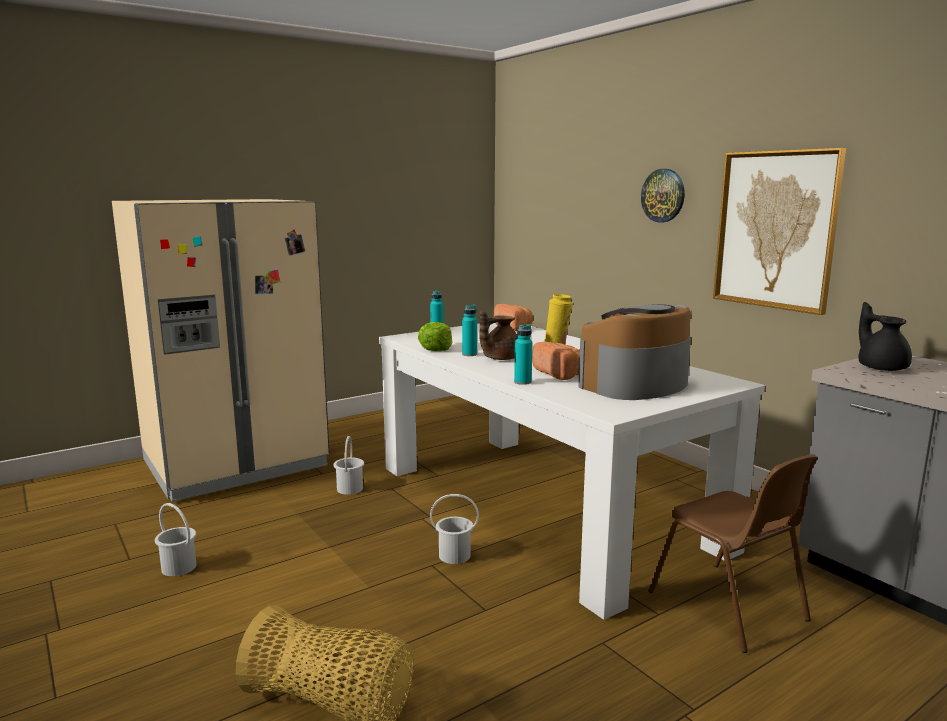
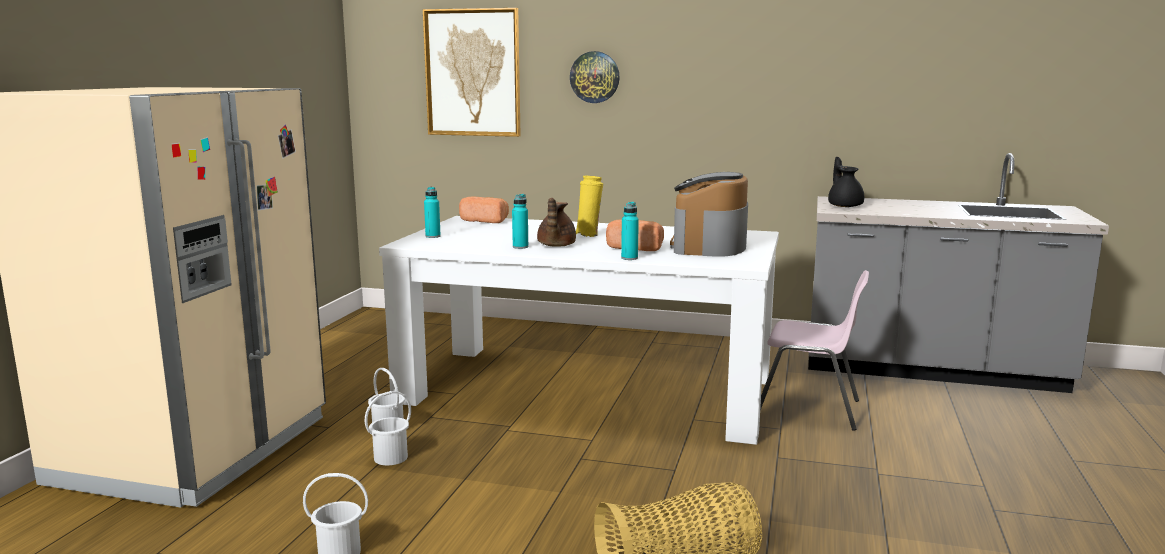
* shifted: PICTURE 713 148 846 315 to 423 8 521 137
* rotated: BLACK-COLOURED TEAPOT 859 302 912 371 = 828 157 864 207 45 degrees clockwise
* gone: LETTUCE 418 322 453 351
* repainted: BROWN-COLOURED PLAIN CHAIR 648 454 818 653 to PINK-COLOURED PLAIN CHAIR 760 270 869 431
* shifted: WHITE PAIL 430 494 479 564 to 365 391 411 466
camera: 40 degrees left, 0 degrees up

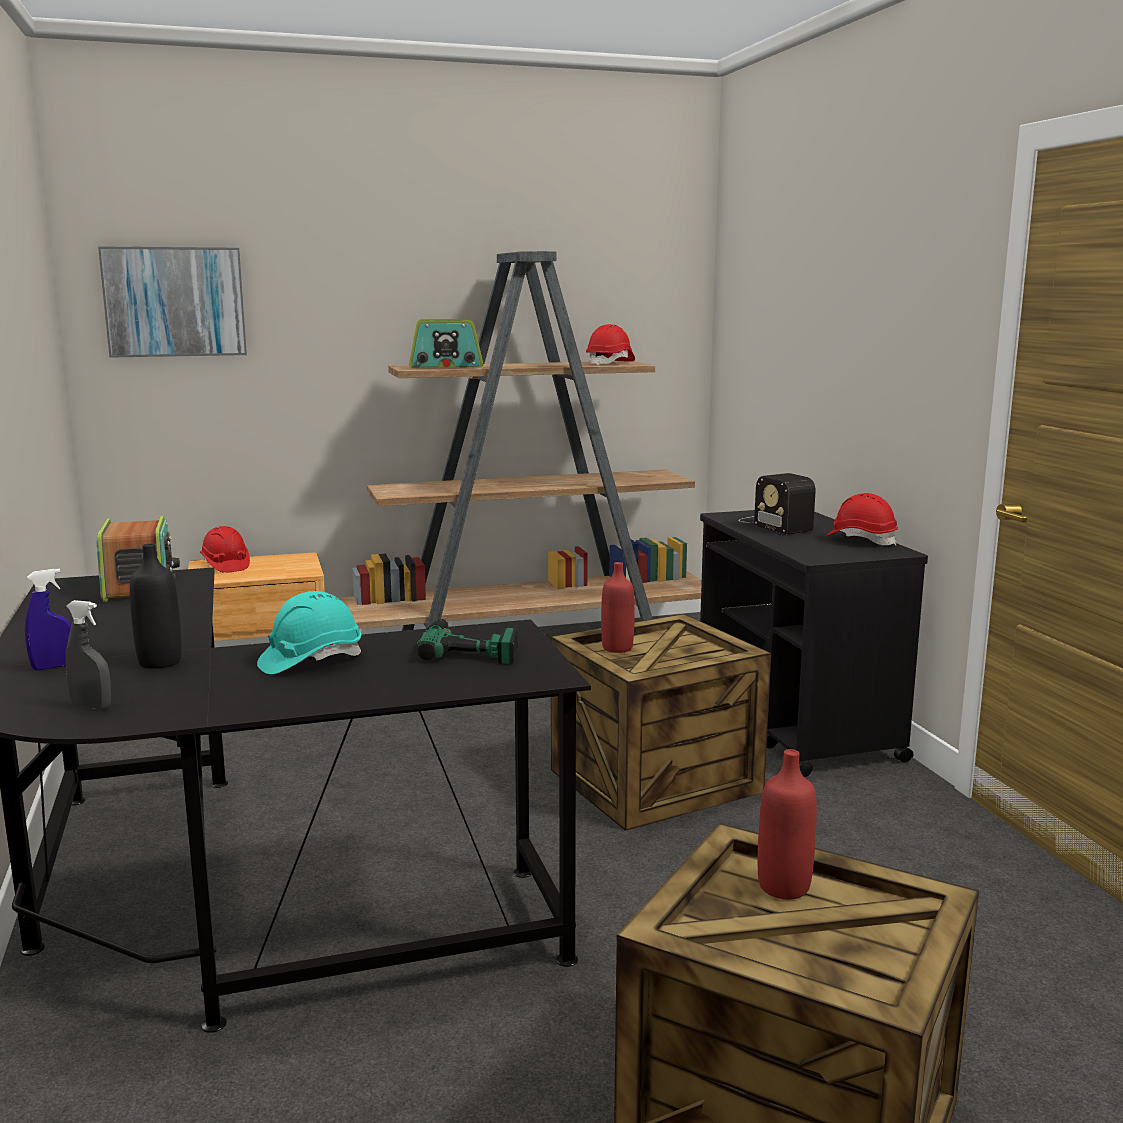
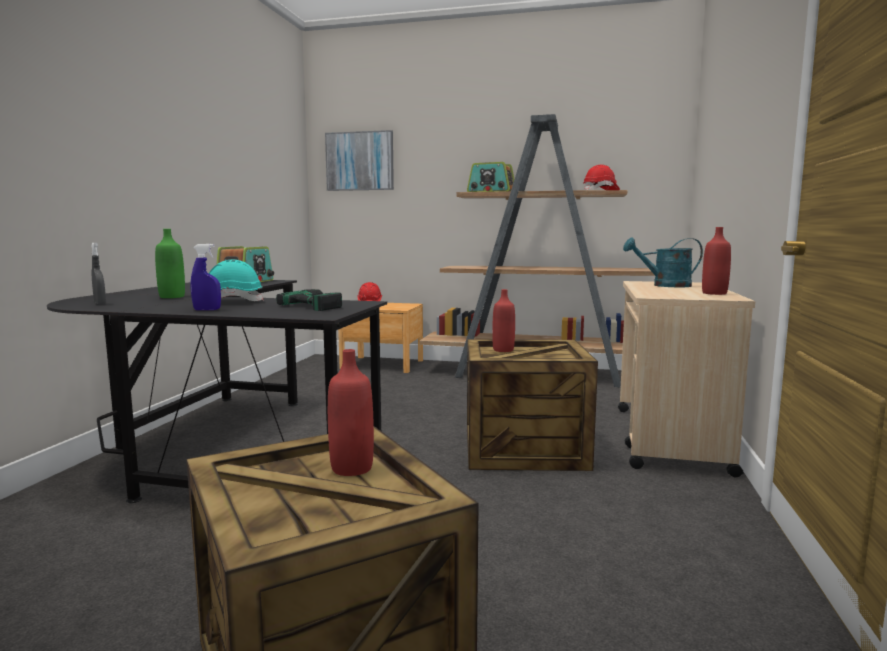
* swapped: RADIO SET 739 473 816 535 to BLUE-GREEN WATERING POT 623 237 703 287
* swapped: REDDISH HARD HAT 824 493 898 545 to REDDISH DRINK BOTTLE 702 227 731 295
* repainted: BLACK-COLOURED CART 700 510 928 777 to BEIGE-COLOURED CART 618 281 755 477
* repainted: BLACK-COLOURED DRINK BOTTLE 130 544 182 669 to GREEN DRINK BOTTLE 155 229 185 298
* shifted: BLUISH SPRAY BOTTLE 25 569 72 670 to 191 244 221 310
camera: 30 degrees right, 5 degrees down

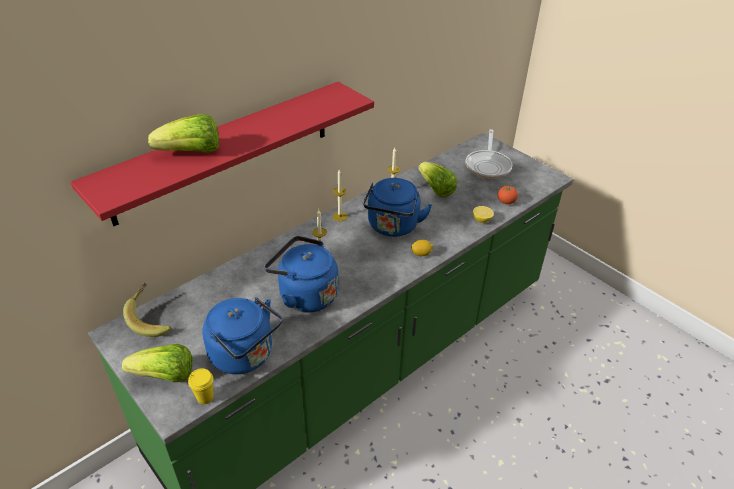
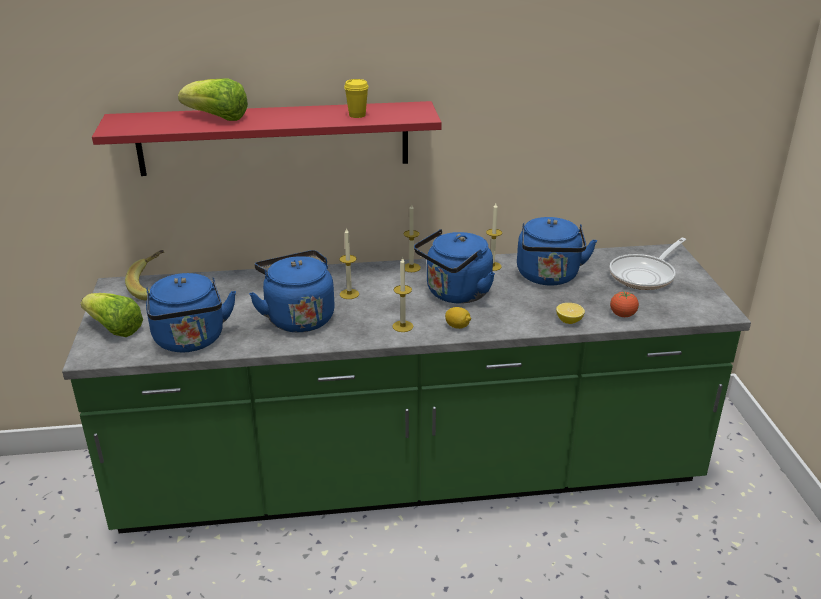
* swapped: LETTUCE 418 162 457 198 to BLUISH WATER KETTLE 517 217 597 286
* shifted: YELLOW DRINKING CUP 188 368 214 404 to 344 79 369 118
* new: WAX CANDLE 392 257 414 332
camera: 35 degrees right, 10 degrees down

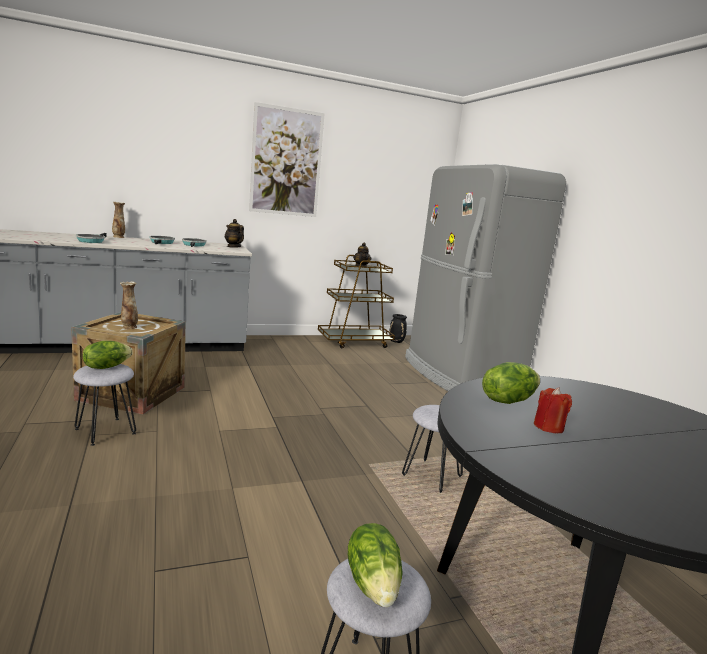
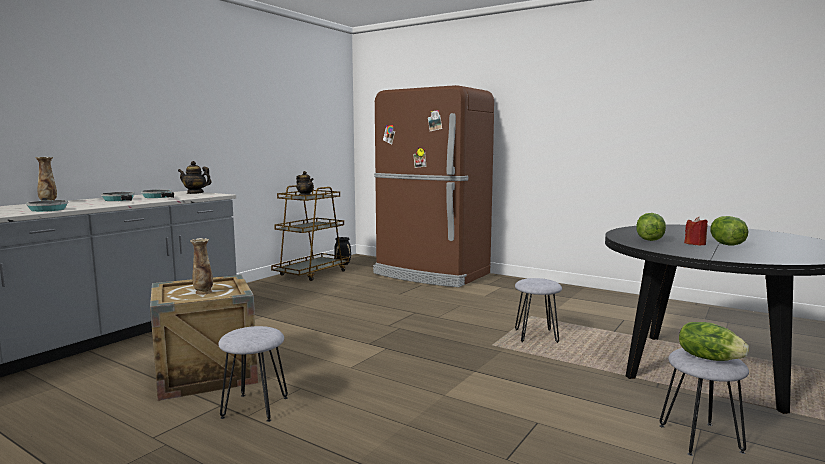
* gone: PICTURE 249 102 325 217
* repainted: GREY FRIDGE 405 164 566 391 to BROWN-COLOURED FRIDGE 373 85 494 287
* shifted: LETTUCE 82 341 133 369 to 710 216 748 246
camera: 35 degrees left, 5 degrees down

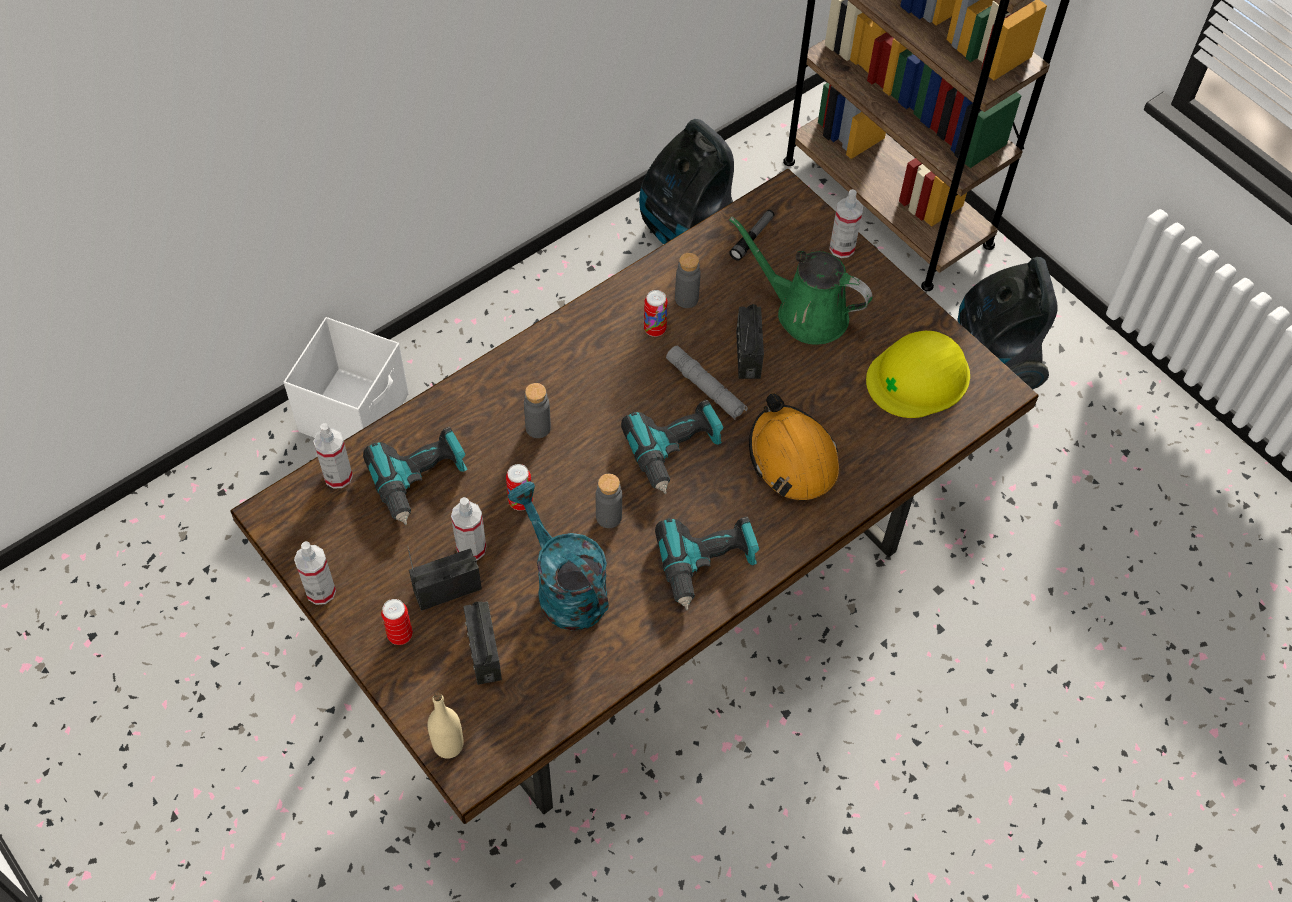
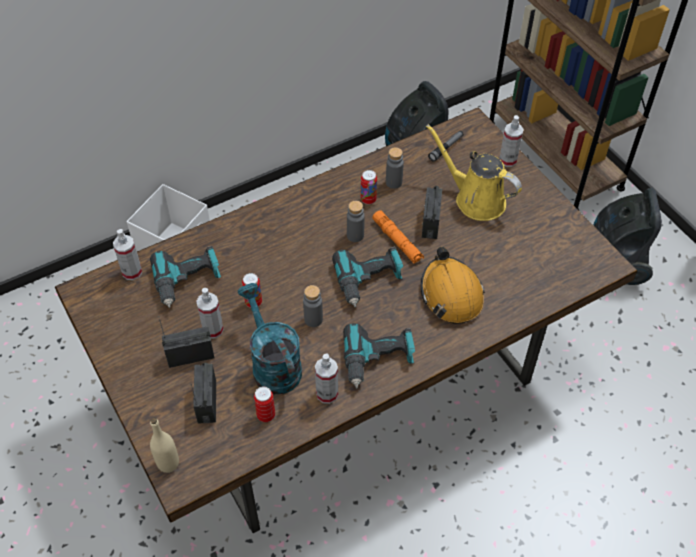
* repainted: GREEN WATERING POT 729 216 872 345 to YELLOW WATERING POT 426 124 522 221
* gone: YELLOW HARD HAT 866 331 970 418
* repainted: GREY TORCH 666 345 748 420 to ORANGE TORCH 372 210 424 264
* shifted: GREY DRINK BOTTLE 524 383 551 438 to 347 201 365 242
* shifted: SPRAY BOTTLE 294 541 336 605 to 315 354 338 404
* shifted: SEALED CAN 381 599 413 645 to 254 386 275 422
camera: 10 degrees right, 5 degrees down

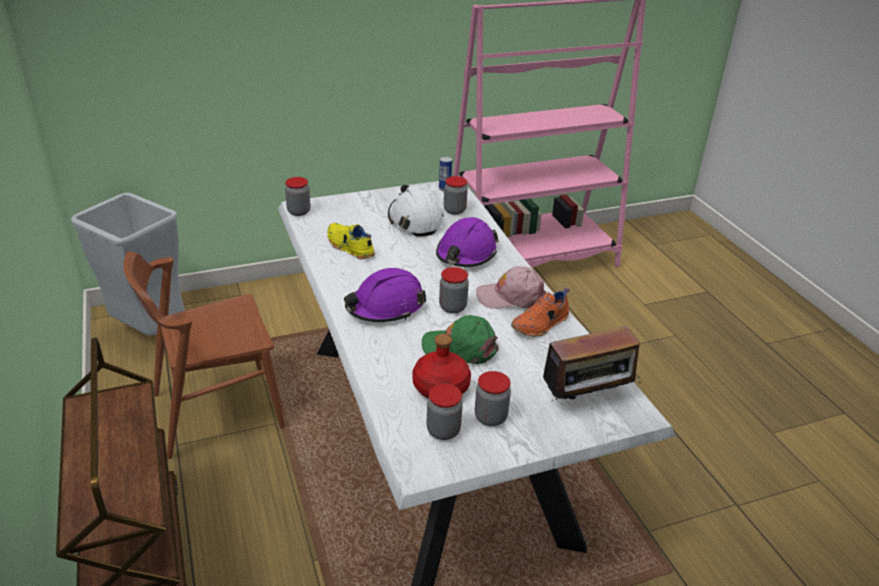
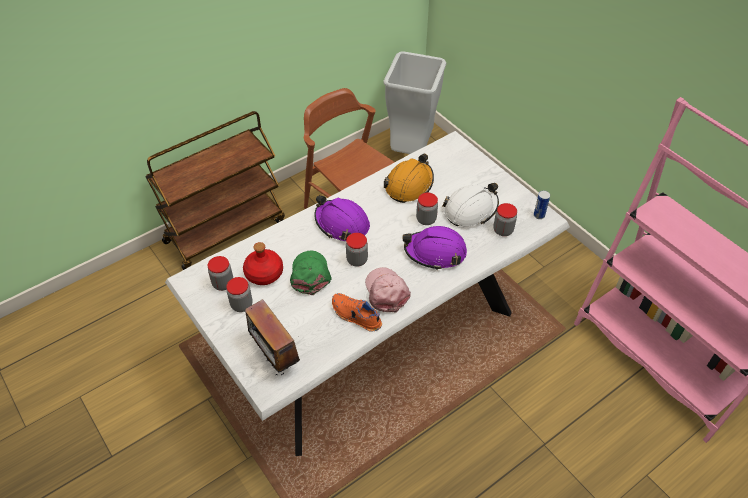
* shifted: PRESERVE JAR 285 177 310 216 to 416 192 438 225
* swapped: YELLOW ITEM OF FOOTWEAR 327 223 375 259 to ORANGE HARD HAT 384 154 434 203
camera: 75 degrees right, 15 degrees up

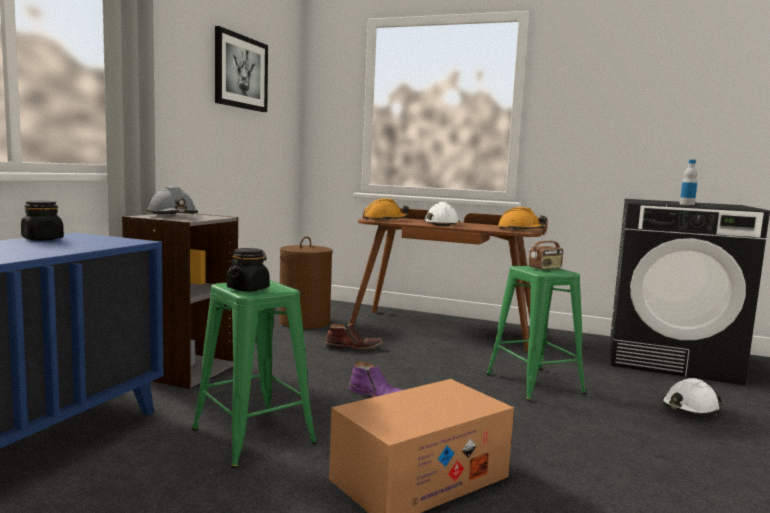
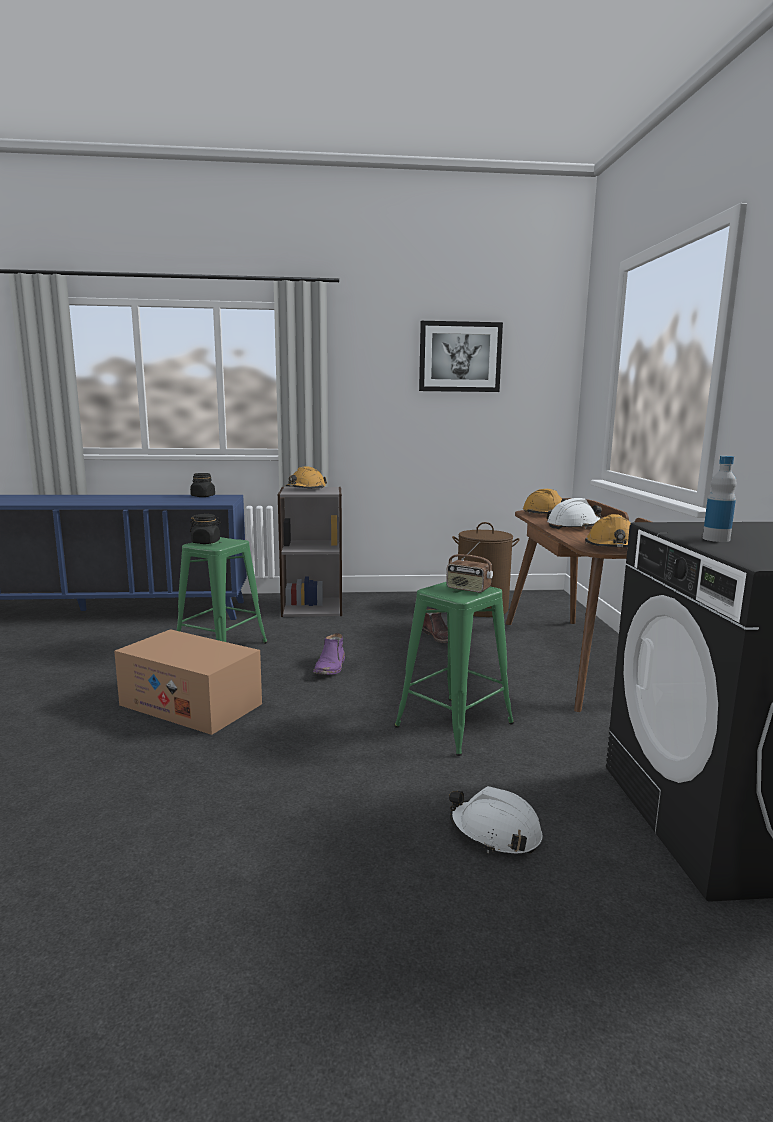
* repainted: GREY HARD HAT 146 186 198 214 to ORANGE HARD HAT 286 466 327 489
camera: 65 degrees right, 5 degrees up

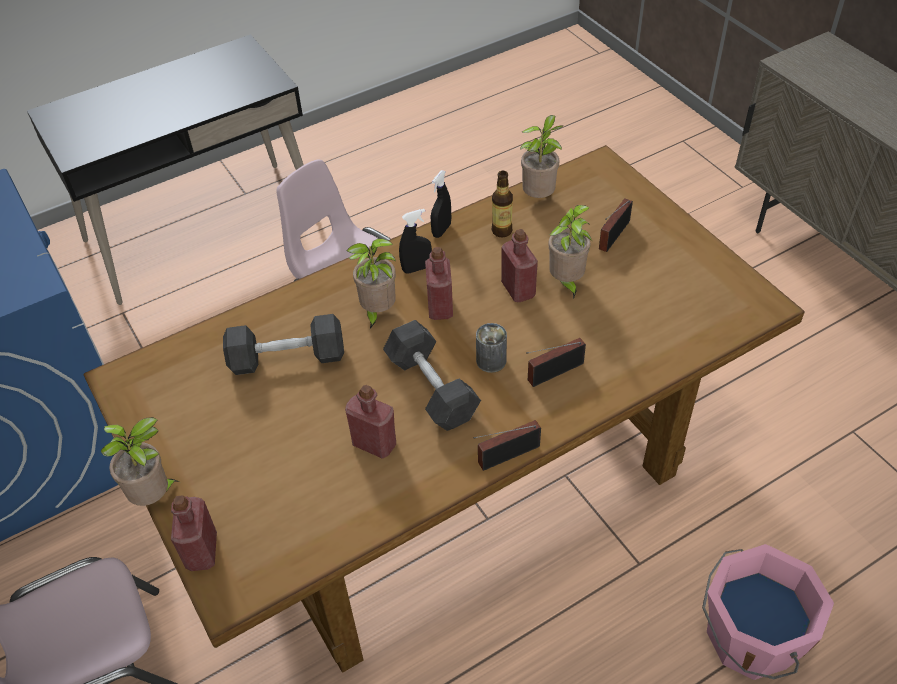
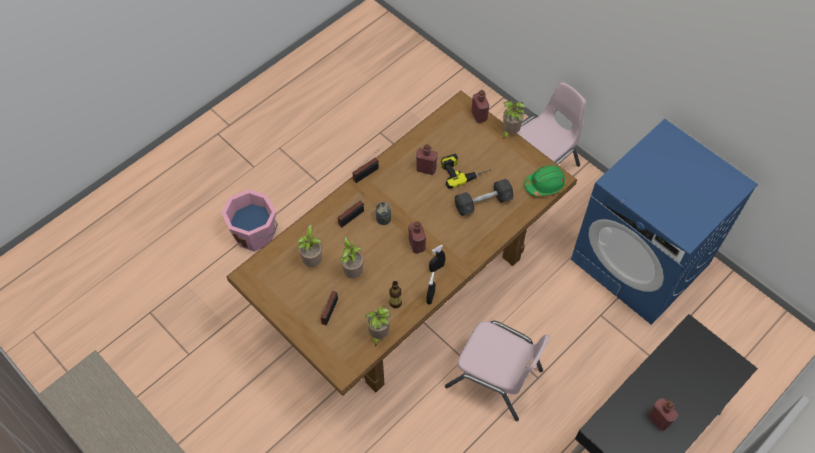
* shifted: REDDISH DRINK BOTTLE 501 229 538 302 to 648 398 678 431
* shifted: HOUSEPLANT 346 238 396 329 to 297 224 322 267
* gone: GREY FREE WEIGHT 383 320 481 431
* new: POWER DRILL 441 154 491 189
* new: GREEN HARD HAT 524 165 566 197
camera: 165 degrees right, 10 degrees up

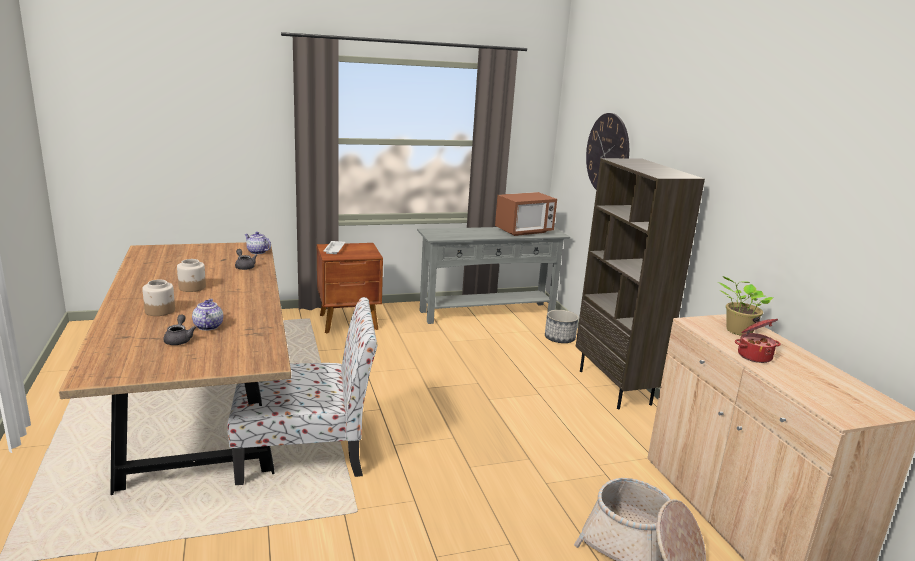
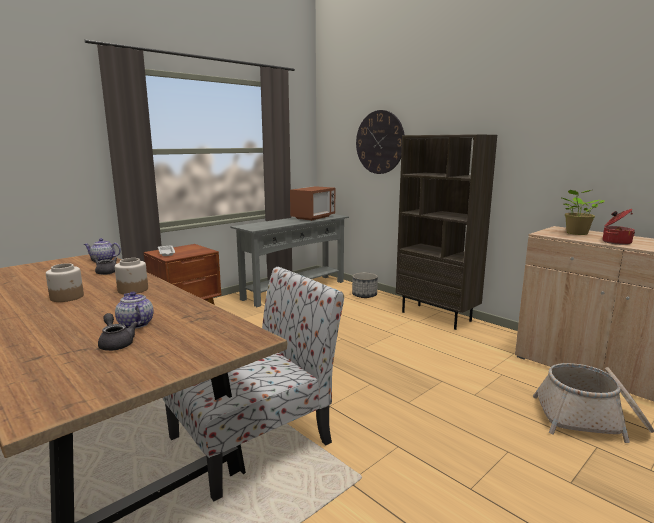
* shifted: PRESERVE JAR 142 280 175 316 to 115 258 148 294
camera: 25 degrees left, 5 degrees down

